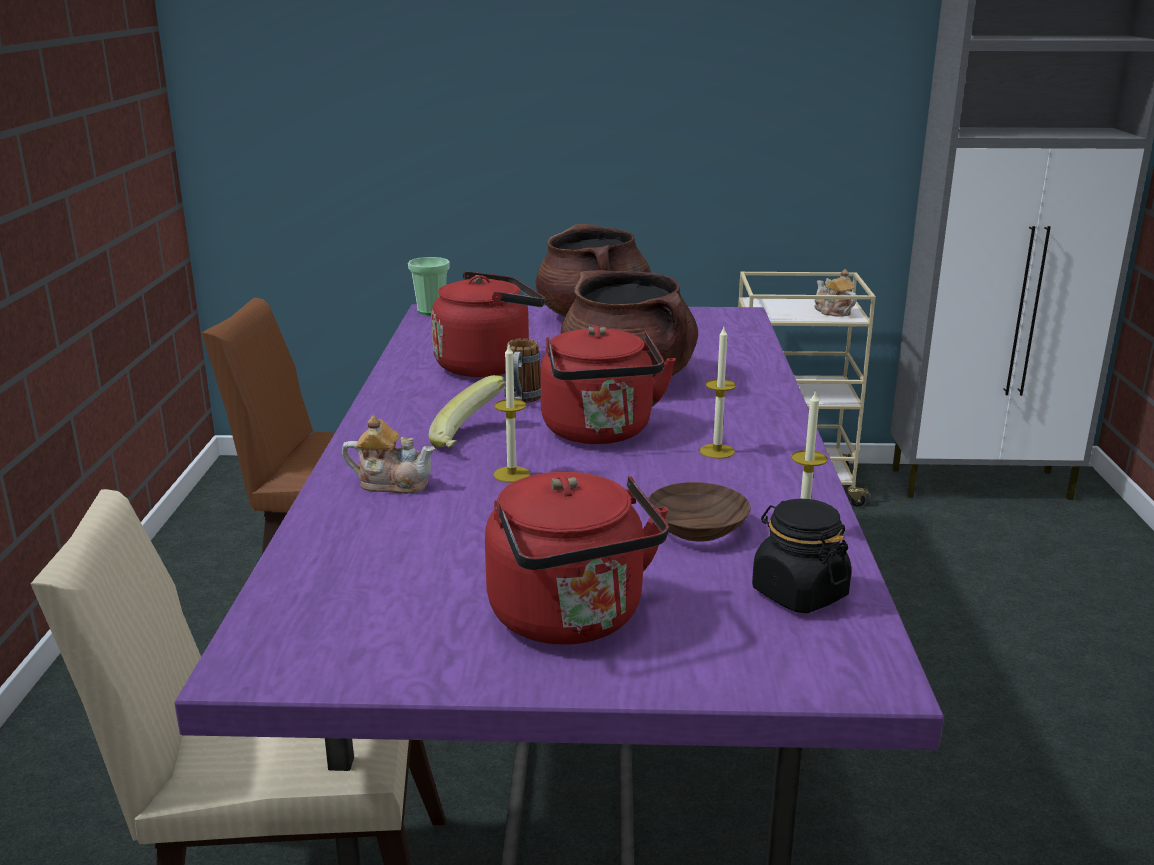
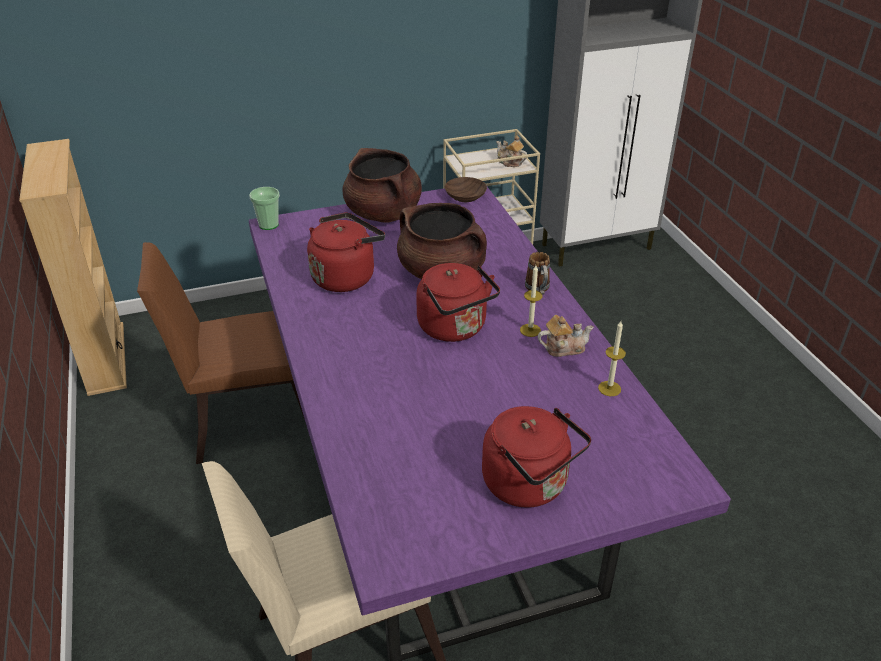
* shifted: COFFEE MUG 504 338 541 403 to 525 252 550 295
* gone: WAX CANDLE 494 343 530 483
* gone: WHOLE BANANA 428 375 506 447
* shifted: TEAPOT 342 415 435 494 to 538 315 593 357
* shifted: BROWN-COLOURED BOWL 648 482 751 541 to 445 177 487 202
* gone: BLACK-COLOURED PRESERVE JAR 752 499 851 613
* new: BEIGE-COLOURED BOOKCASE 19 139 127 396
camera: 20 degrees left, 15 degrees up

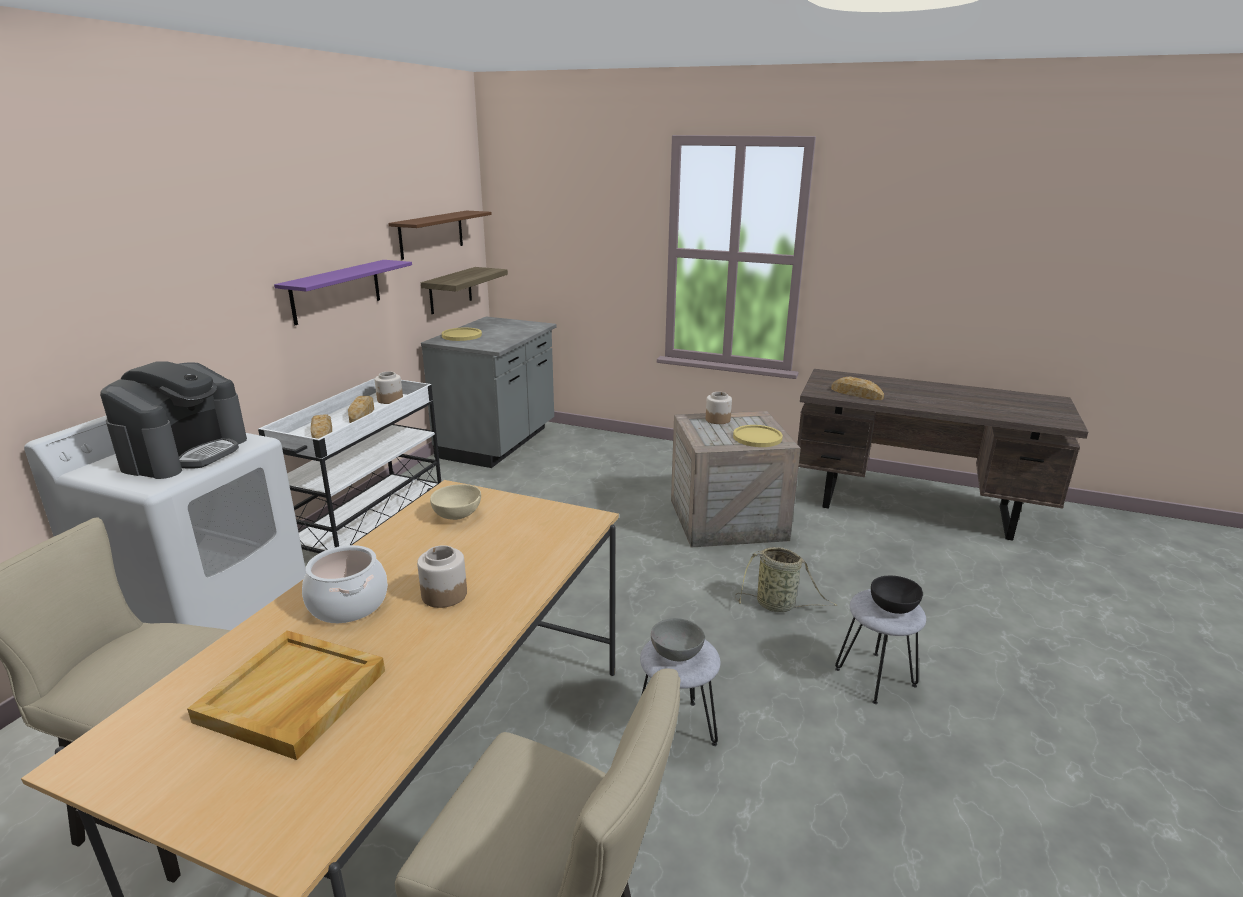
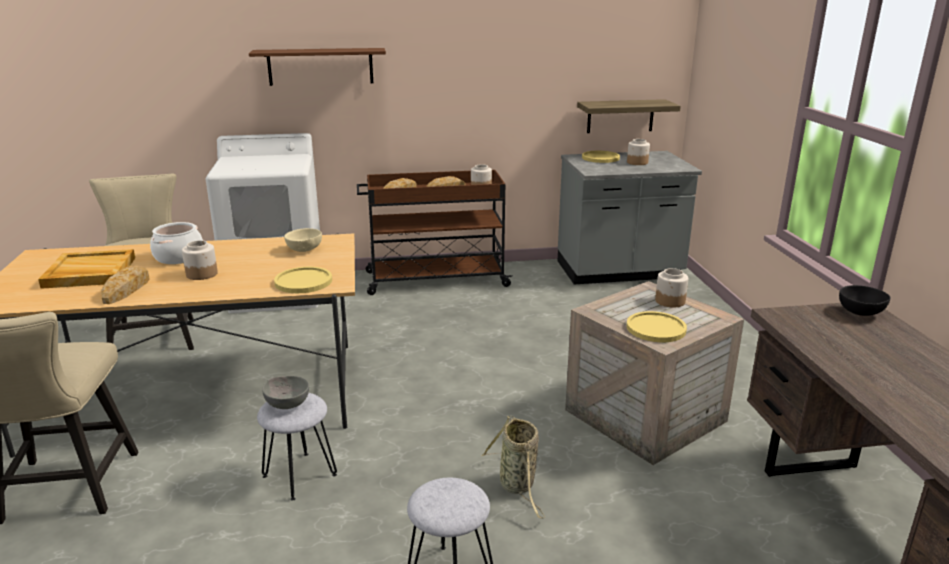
* shifted: BROWN-COLOURED SHELF 388 211 492 260 to 249 48 386 86
* gone: PURPLISH SHELF 274 260 412 325
* gone: COFFEE MAKER 100 361 247 479
* shifted: BAKED BREAD 831 376 884 400 to 102 267 150 304
* repainted: WHITE CART 258 378 441 553 to BROWN-COLOURED CART 357 170 512 295
* shifted: BLACK-COLOURED BOWL 871 576 923 614 to 839 285 890 316
* new: PRESERVE JAR 627 139 650 165
* new: YELLOW FLAT DISH 274 267 332 293
camera: 60 degrees right, 0 degrees up

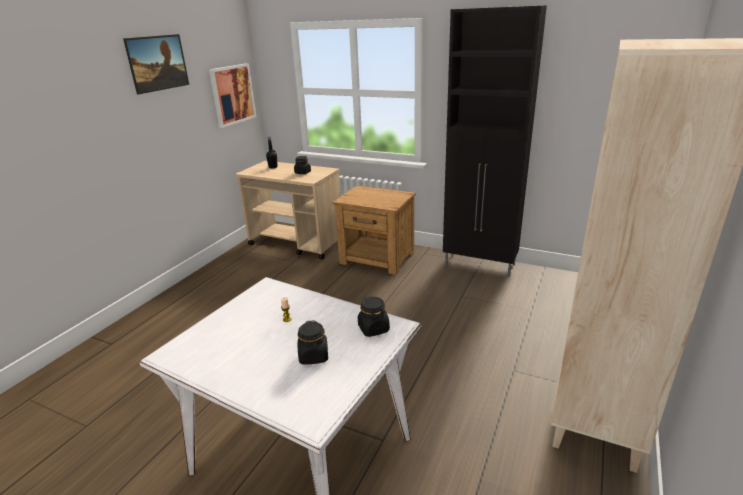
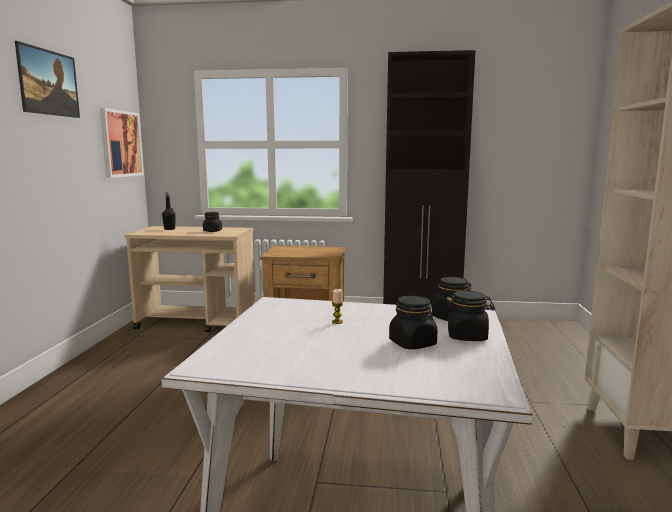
* new: BLACK-COLOURED PRESERVE JAR 443 291 495 341
camera: 20 degrees left, 15 degrees down

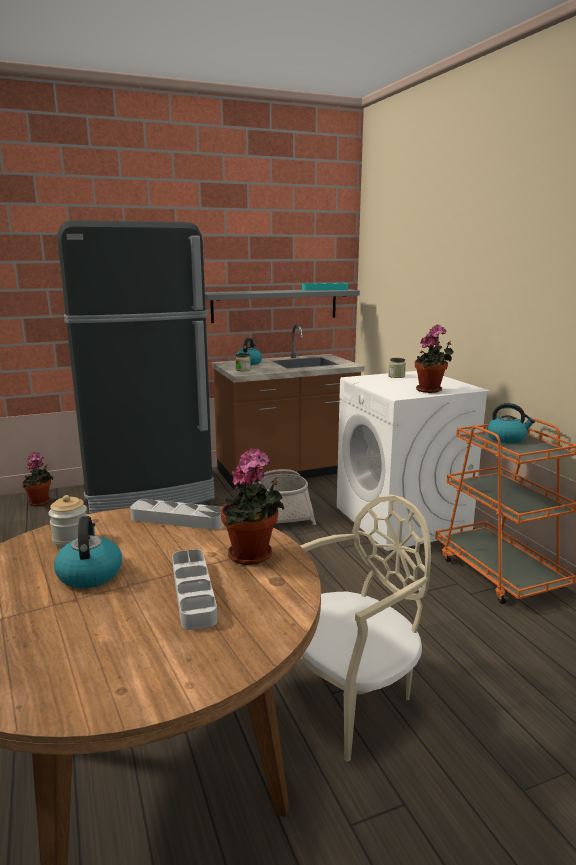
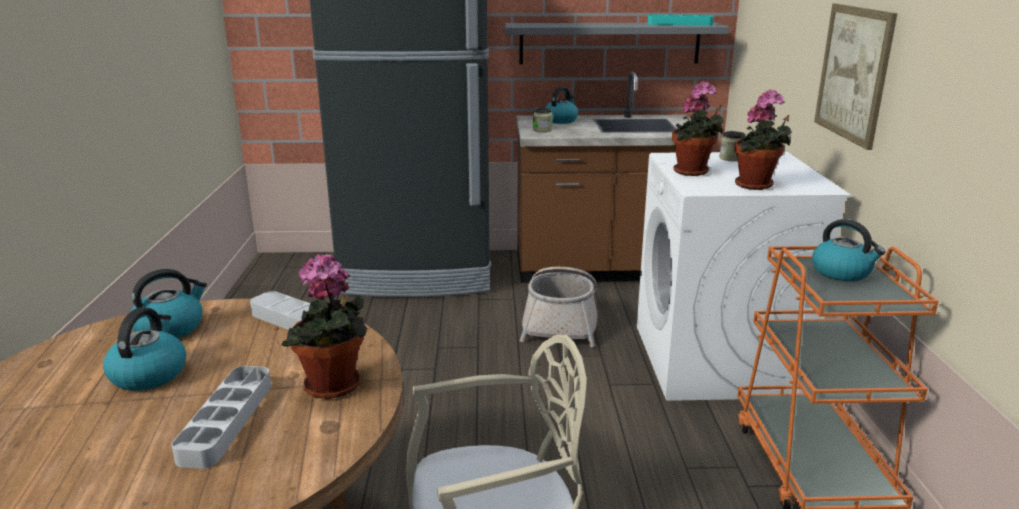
* shifted: HOUSEPLANT 22 452 53 506 to 672 81 724 176
* swapped: PRESERVE JAR 49 495 88 548 to WATER KETTLE 131 269 207 339
* new: PICTURE 814 4 897 150
camera: 20 degrees right, 5 degrees up

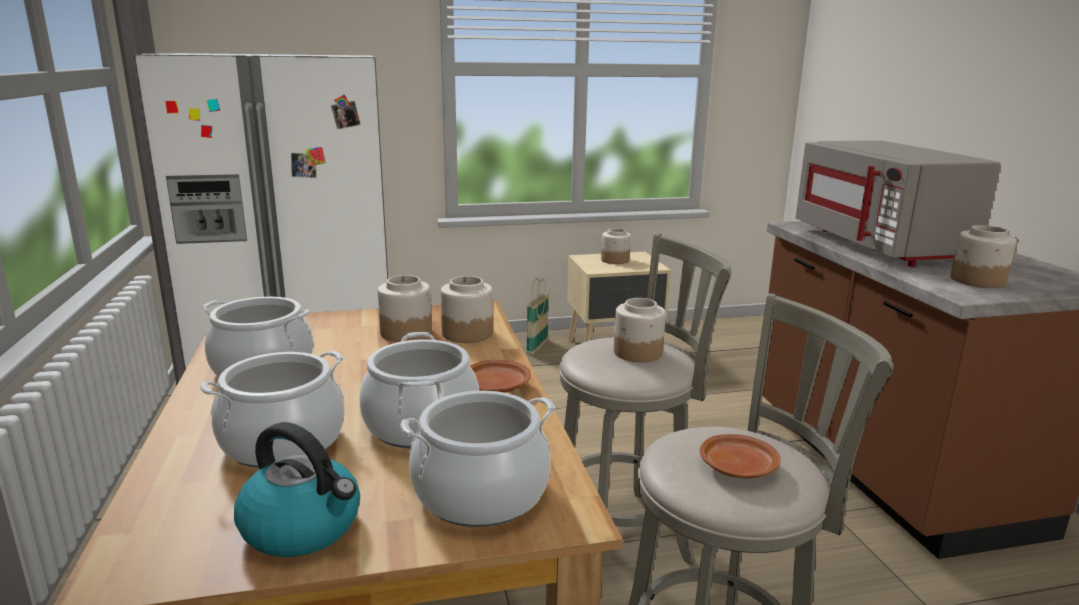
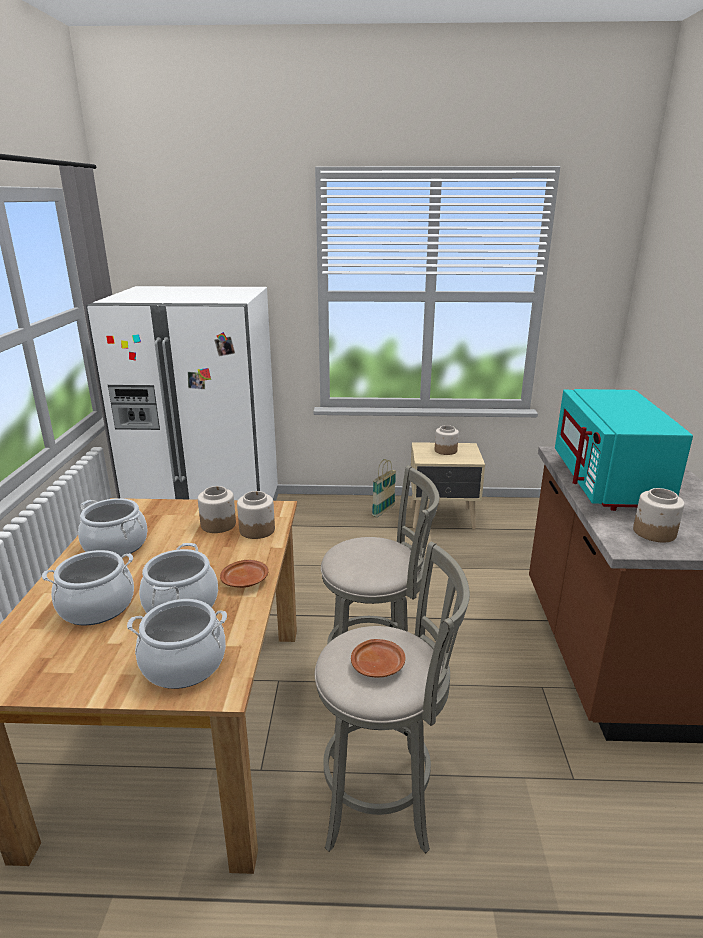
* repainted: GREY MICROWAVE OVEN 796 140 1000 267 to BLUE-GREEN MICROWAVE OVEN 555 389 693 511
* gone: PRESERVE JAR 614 298 666 362
* gone: WATER KETTLE 234 422 360 557
camera: 15 degrees right, 5 degrees up

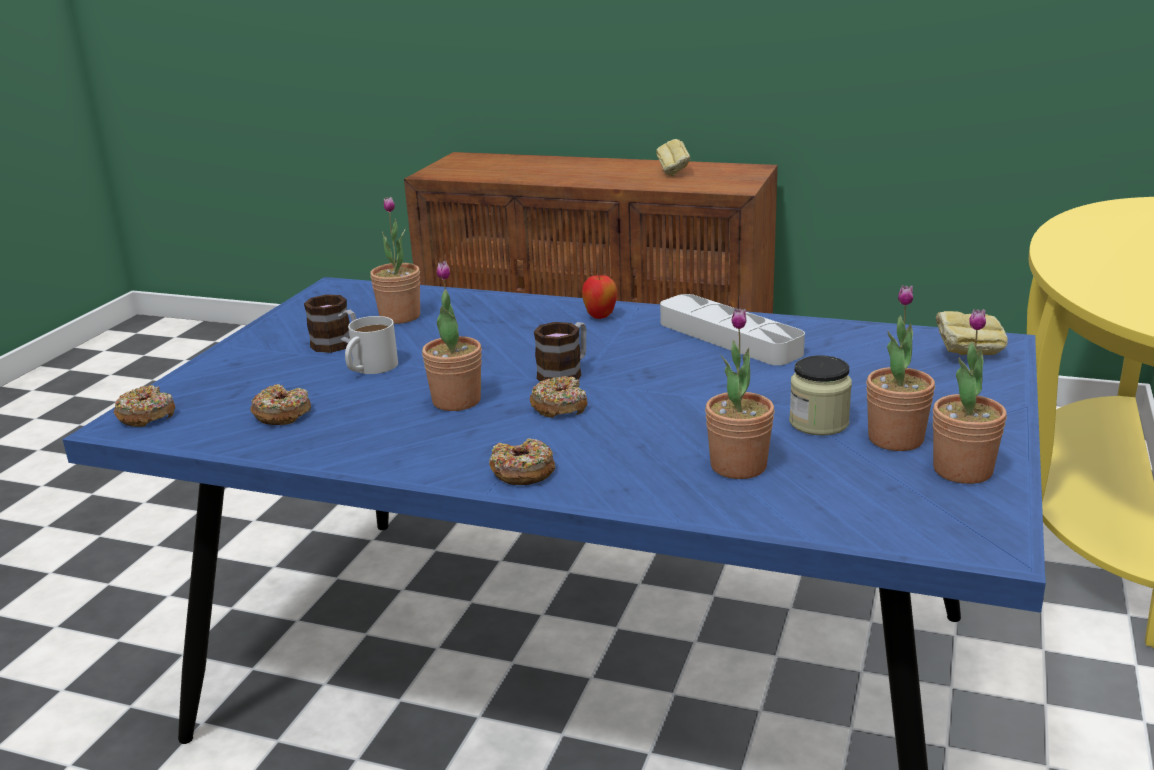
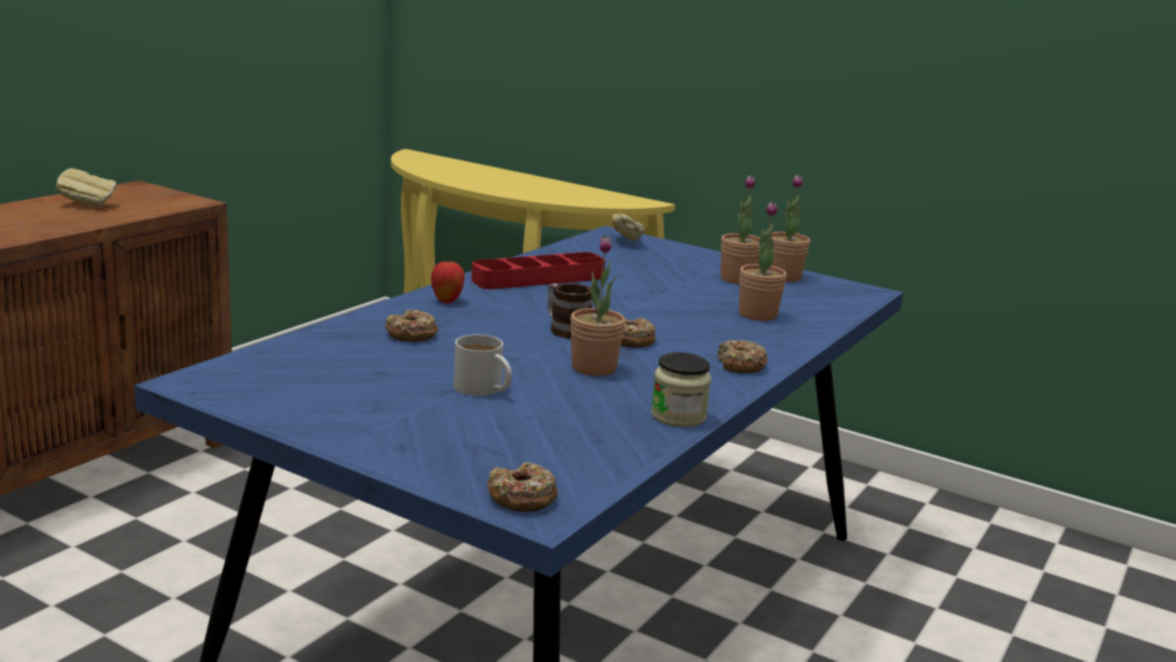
* gone: HOUSEPLANT 370 197 420 324
* repainted: GREY CARRYING TRAY 660 294 805 365 to REDDISH CARRYING TRAY 471 252 605 289
* gone: COFFEE MUG 304 295 357 353
* shifted: PRESERVE JAR 789 355 852 436 to 651 352 711 427
* shifted: DONUT 251 384 311 425 to 385 310 438 342
camera: 80 degrees left, 5 degrees down

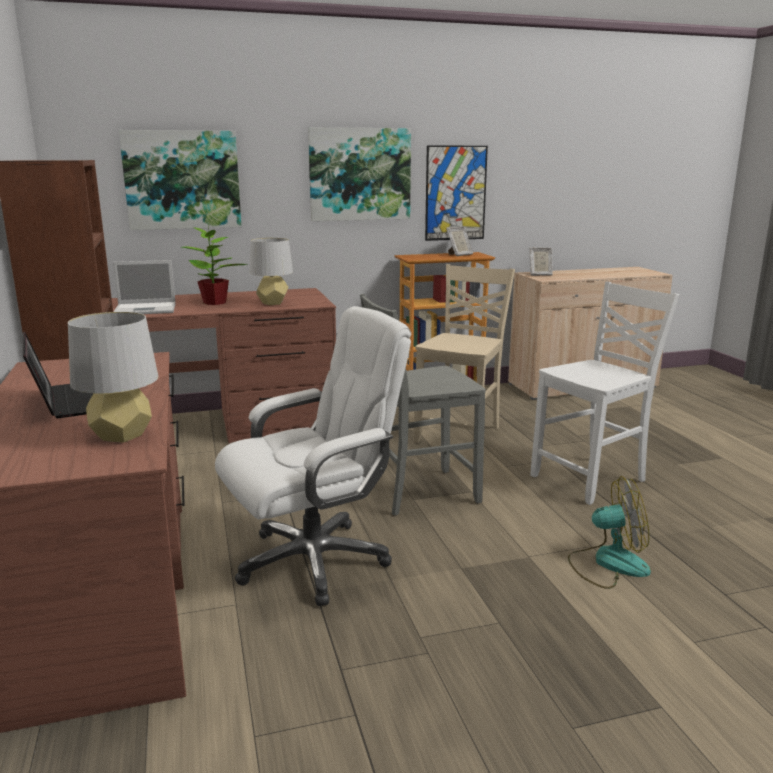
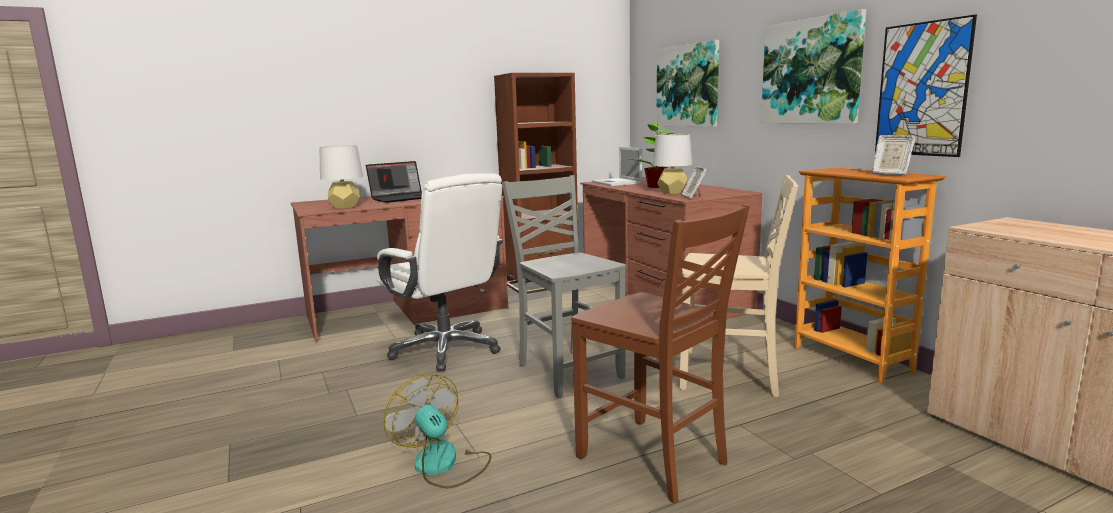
* shifted: PICTURE FRAME 529 247 553 276 to 682 166 707 199
* repainted: WHITE PLAIN CHAIR 531 281 679 505 to BROWN-COLOURED PLAIN CHAIR 571 204 750 504
* rotated: FAN 568 476 651 589 = 384 374 491 488 150 degrees clockwise
camera: 80 degrees right, 5 degrees down

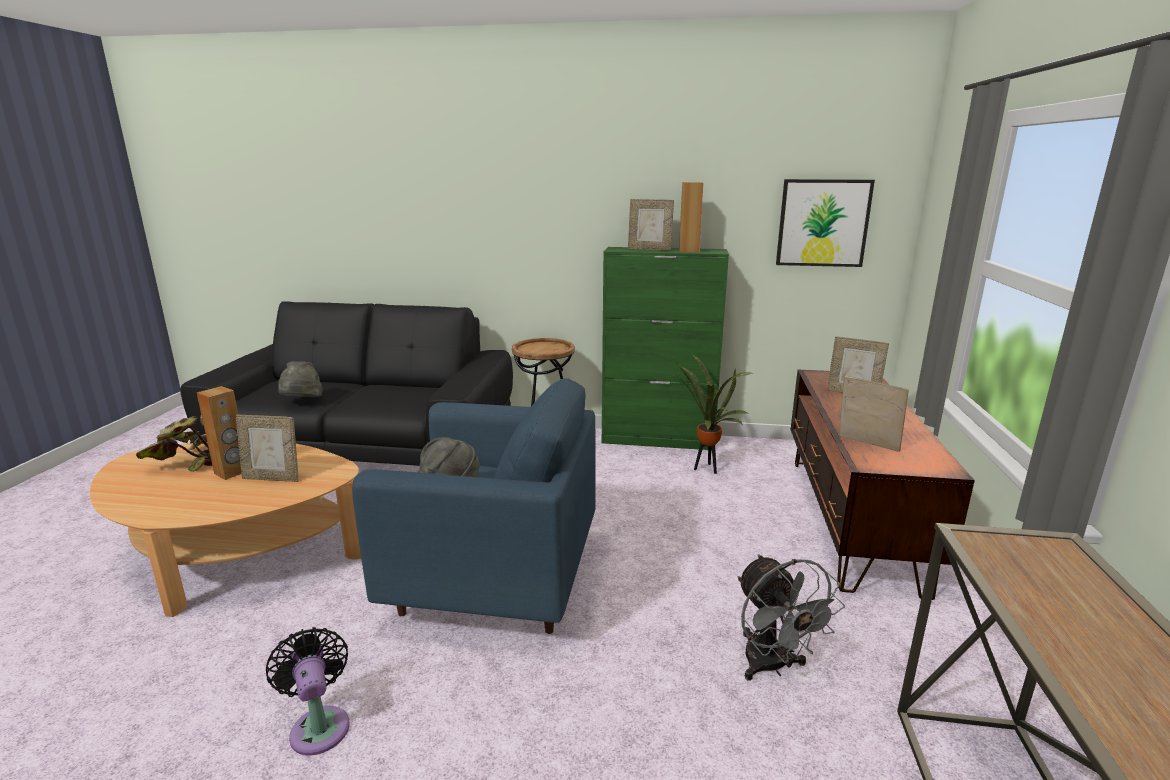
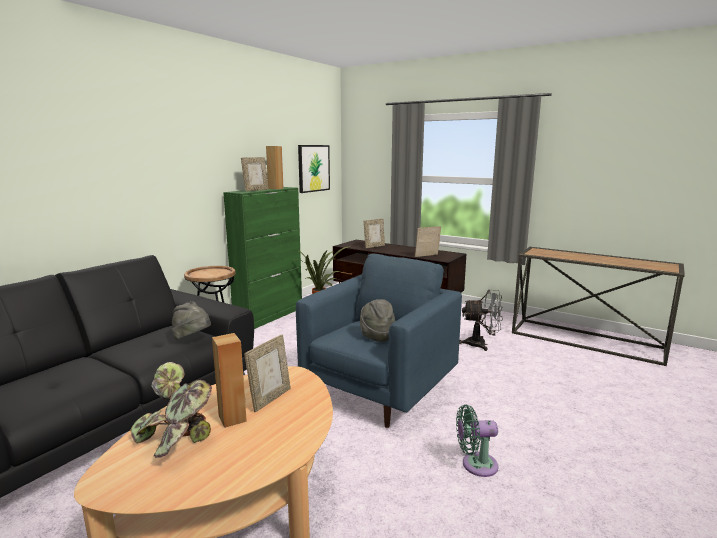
* shifted: GREY WEARABLE HAT 278 361 323 397 to 172 301 211 340
* repainted: BLACK-COLOURED FAN 266 627 350 755 to GREEN FAN 456 405 499 477
camera: 65 degrees left, 5 degrees down

